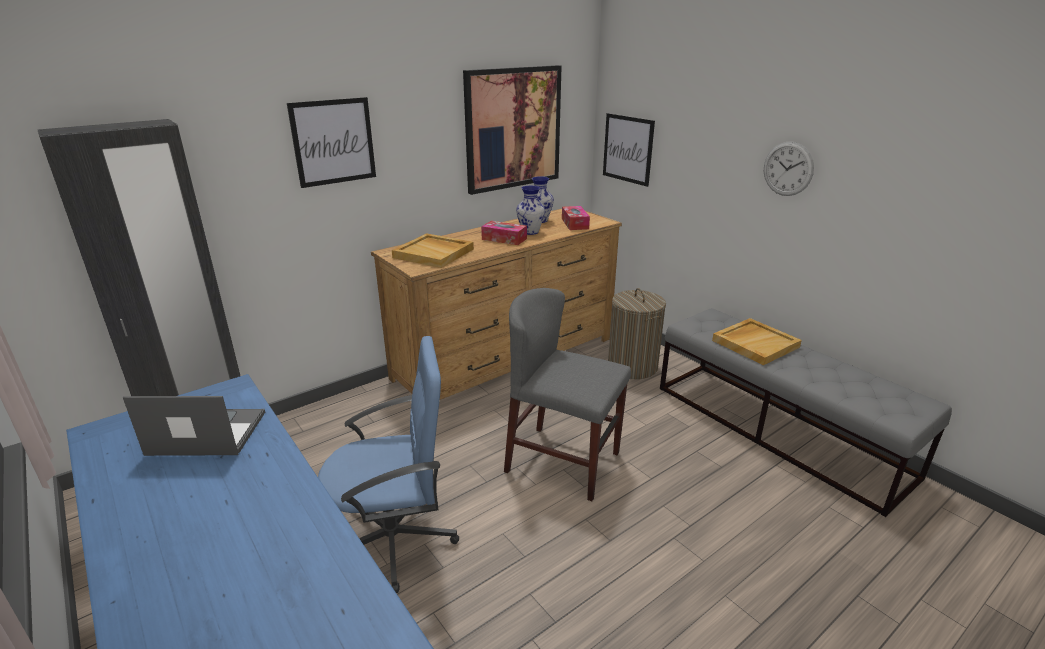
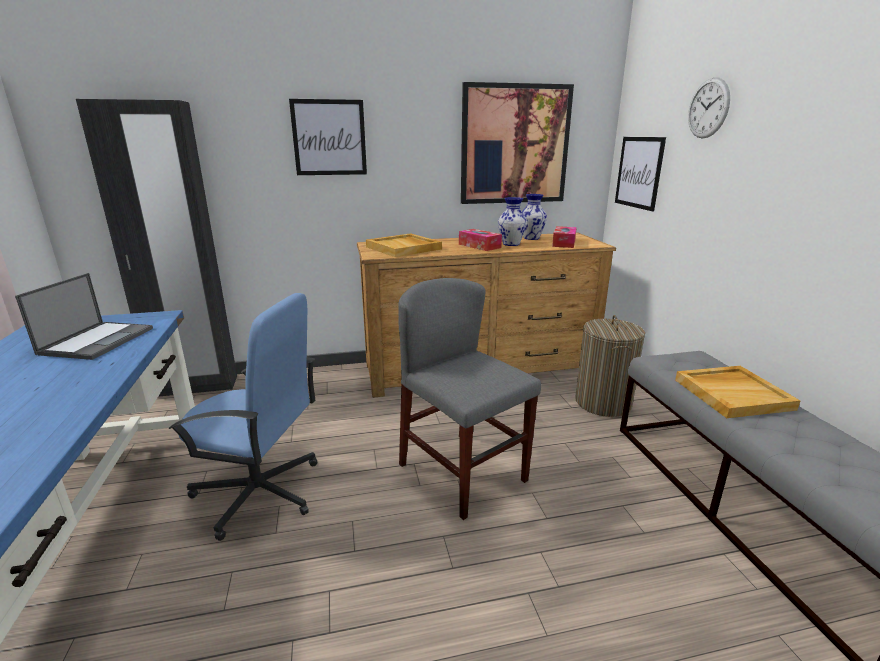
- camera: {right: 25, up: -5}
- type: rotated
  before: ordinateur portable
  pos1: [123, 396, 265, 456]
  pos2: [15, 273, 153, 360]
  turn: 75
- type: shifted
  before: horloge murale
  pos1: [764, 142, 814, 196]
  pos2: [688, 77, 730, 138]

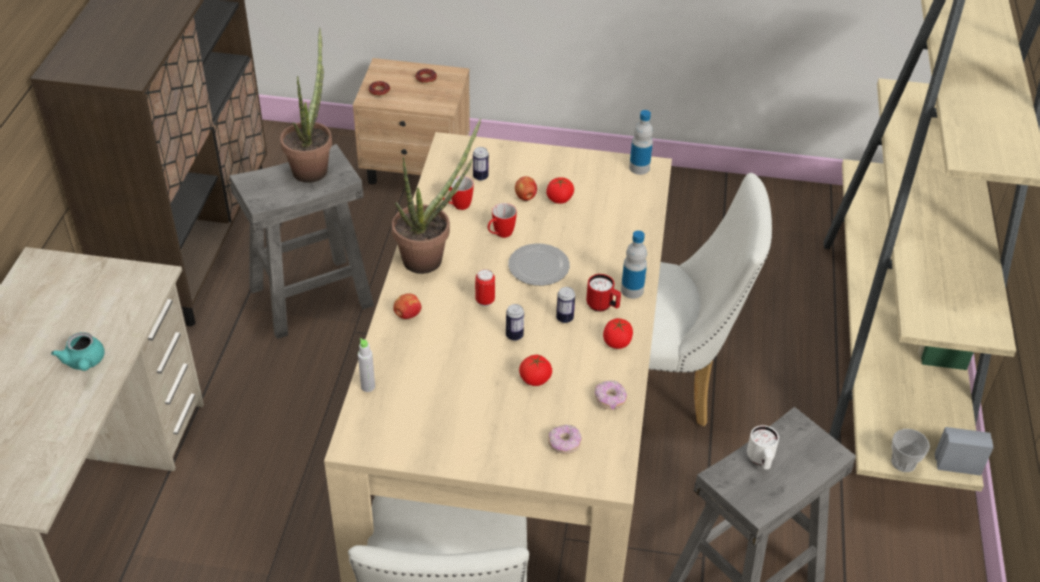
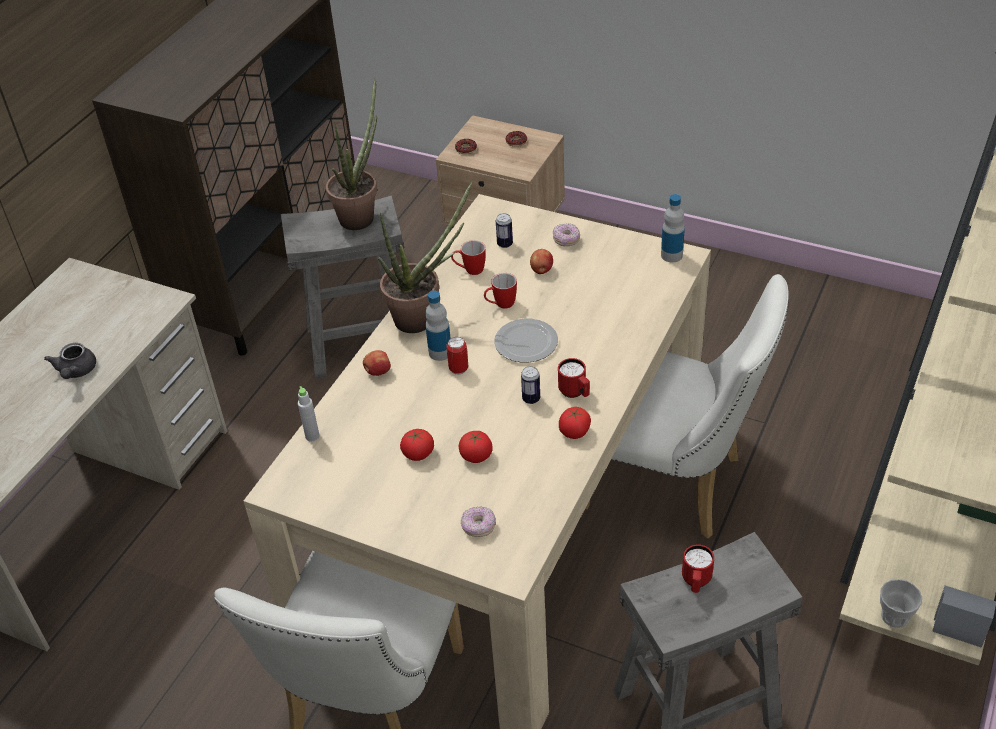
- camera: {right: 20, up: 0}
- type: repainted
  before: théière (turquoise)
  after: théière (gris)
  pos1: [51, 332, 105, 371]
  pos2: [44, 343, 96, 379]
- type: gone
  before: boîte métallique
  pos1: [506, 304, 524, 341]
- type: shifted
  before: tomate
  pos1: [546, 177, 574, 204]
  pos2: [400, 429, 434, 461]
- type: shifted
  before: beignet
  pos1: [595, 380, 627, 410]
  pos2: [553, 223, 580, 246]
- type: shifted
  before: bouteille
  pos1: [621, 231, 647, 299]
  pos2: [425, 291, 451, 361]
- type: repainted
  before: mug (blanc)
  after: mug (rouge)
  pos1: [747, 425, 779, 470]
  pos2: [682, 544, 714, 593]

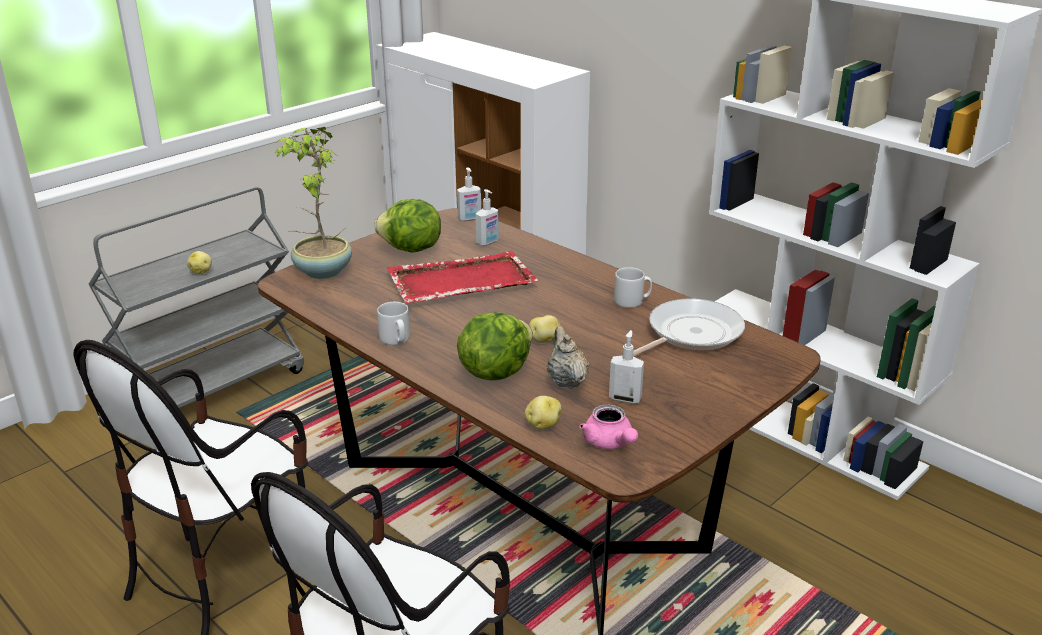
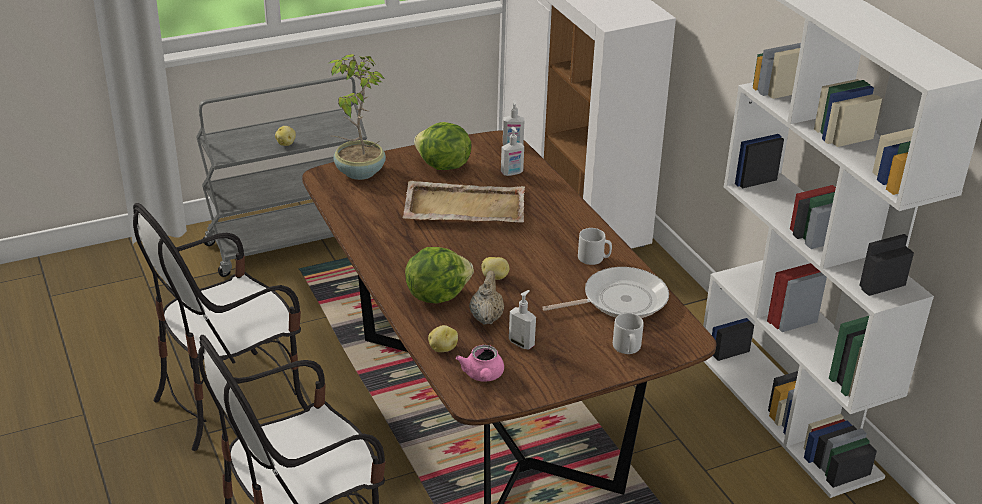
- camera: {right: 20, up: 5}
- type: shifted
  before: mug (gris)
  pos1: [377, 302, 410, 345]
  pos2: [613, 313, 644, 354]
- type: repainted
  before: plateau (rouge)
  after: plateau (beige)
  pos1: [387, 251, 538, 303]
  pos2: [402, 181, 525, 223]

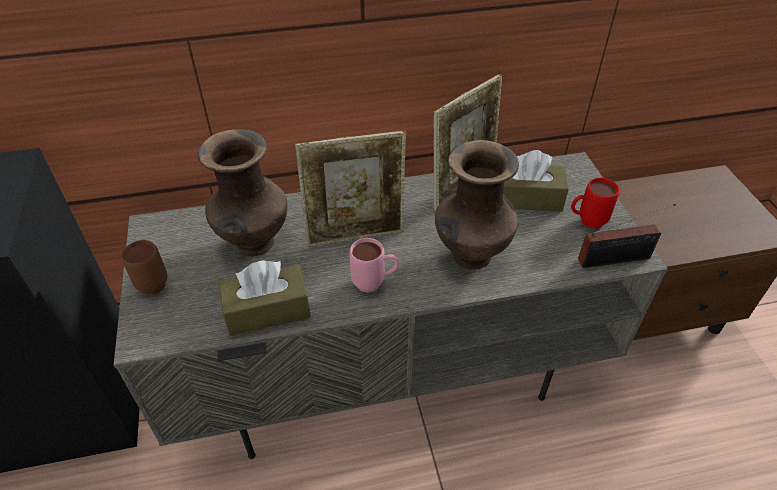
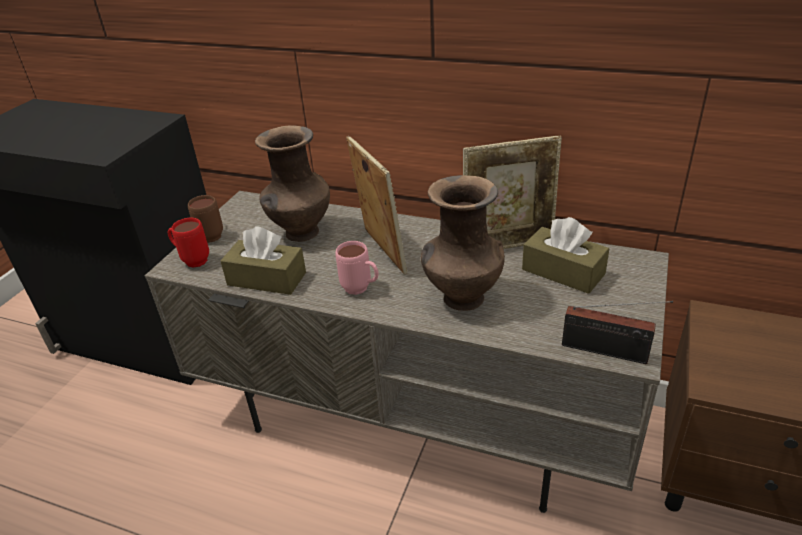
- camera: {right: 35, up: -10}
- type: rotated
  before: cadre photo
  pos1: [295, 131, 406, 247]
  pos2: [346, 136, 408, 274]
  turn: -135
- type: shifted
  before: mug (rouge)
  pos1: [571, 178, 619, 229]
  pos2: [168, 218, 209, 268]

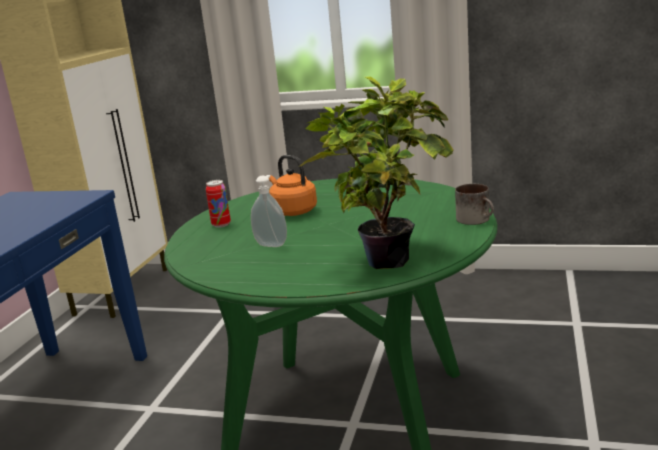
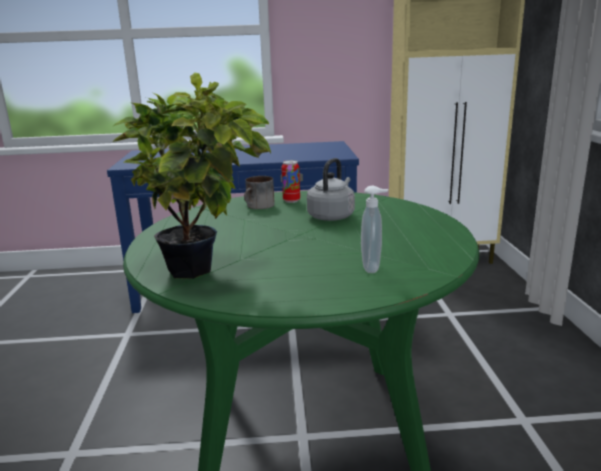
- camera: {right: 70, up: 0}
- type: shifted
  before: distributeur de savon
  pos1: [251, 175, 287, 247]
  pos2: [361, 186, 388, 273]
- type: repainted
  before: bouilloire (orange)
  after: bouilloire (gris)
  pos1: [269, 155, 317, 216]
  pos2: [307, 158, 355, 221]
- type: shifted
  before: mug
  pos1: [455, 184, 494, 225]
  pos2: [244, 176, 275, 209]

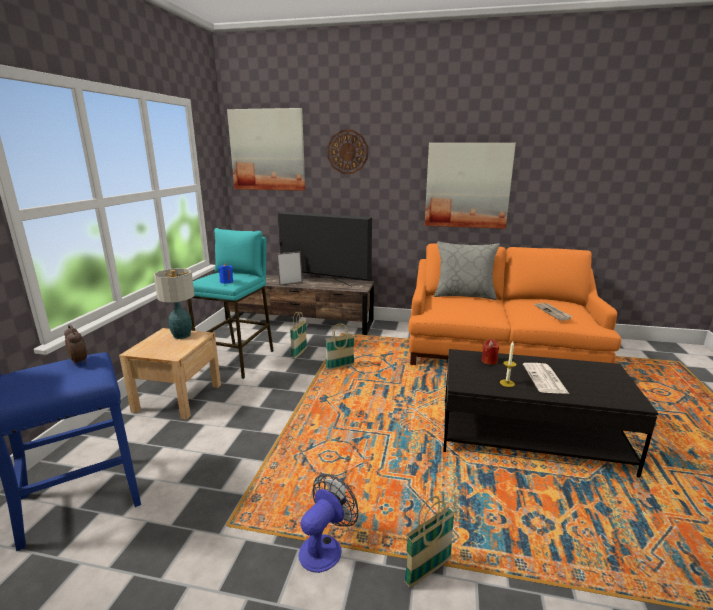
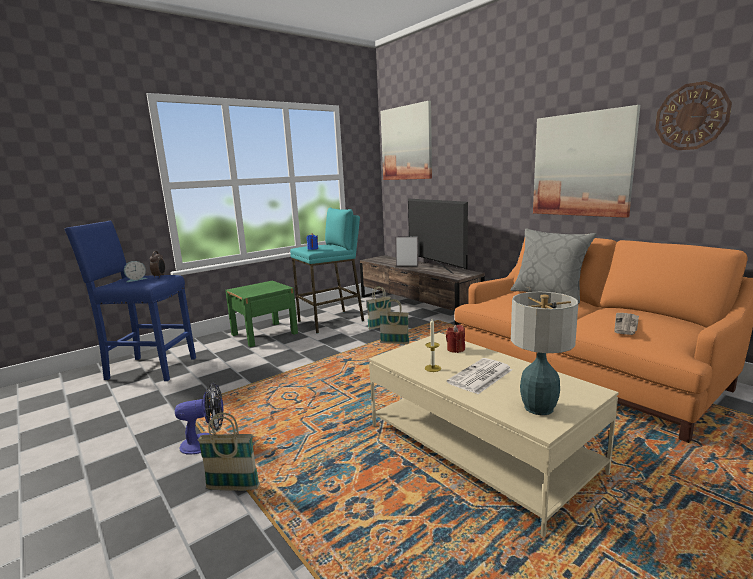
- camera: {right: 40, up: -5}
- type: repainted
  before: table de chevet (beige)
  after: table de chevet (vert)
  pos1: [119, 328, 221, 420]
  pos2: [225, 281, 298, 347]
- type: shifted
  before: lampe de table
  pos1: [154, 268, 195, 339]
  pos2: [511, 292, 578, 415]
- type: shifted
  before: horloge murale
  pos1: [327, 130, 368, 174]
  pos2: [655, 81, 732, 150]
- type: repainted
  before: table basse (noir)
  after: table basse (beige)
  pos1: [443, 349, 658, 478]
  pos2: [369, 333, 619, 537]
- type: new
  after: réveil
  pos2: [124, 261, 147, 282]

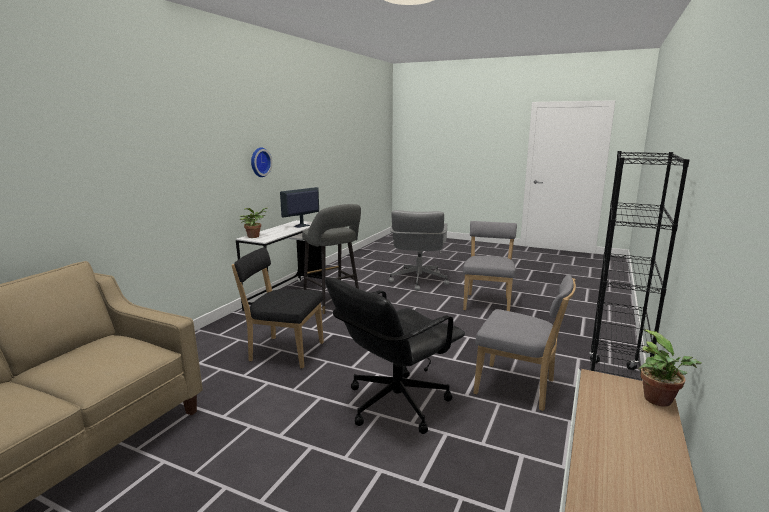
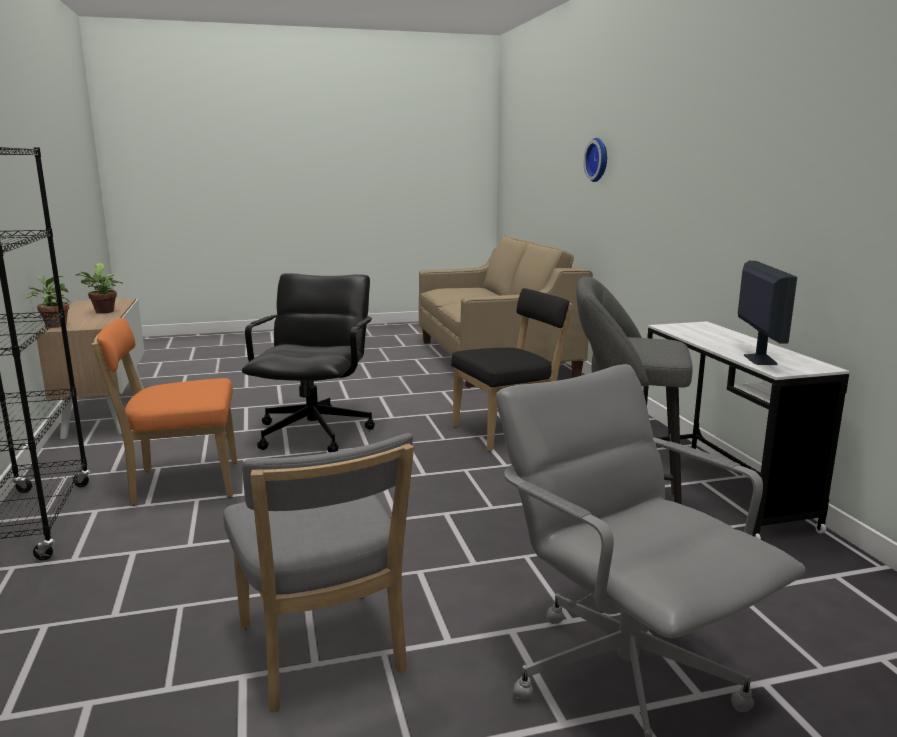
- camera: {right: 140, up: 0}
- type: shifted
  before: plante en pot
  pos1: [240, 208, 267, 238]
  pos2: [76, 263, 123, 314]
- type: shifted
  before: horloge murale
  pos1: [251, 147, 272, 177]
  pos2: [584, 138, 607, 182]
- type: repainted
  before: chaise (gris)
  after: chaise (orange)
  pos1: [474, 274, 576, 411]
  pos2: [91, 318, 237, 506]

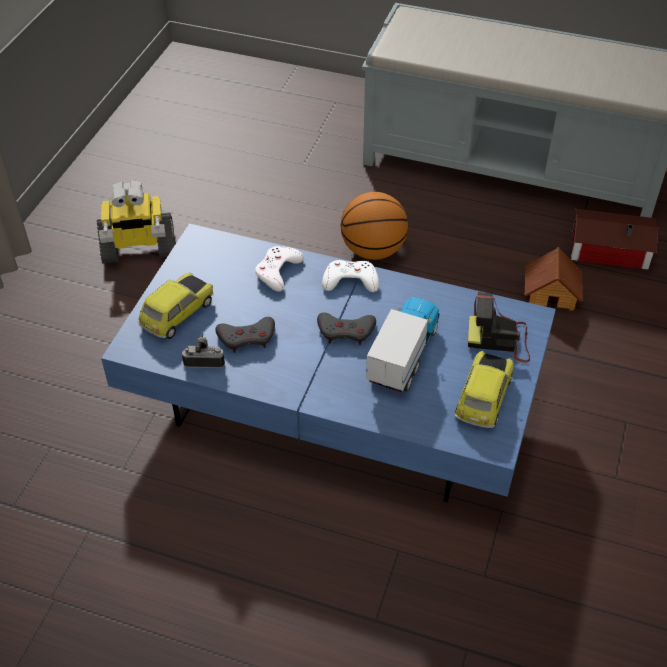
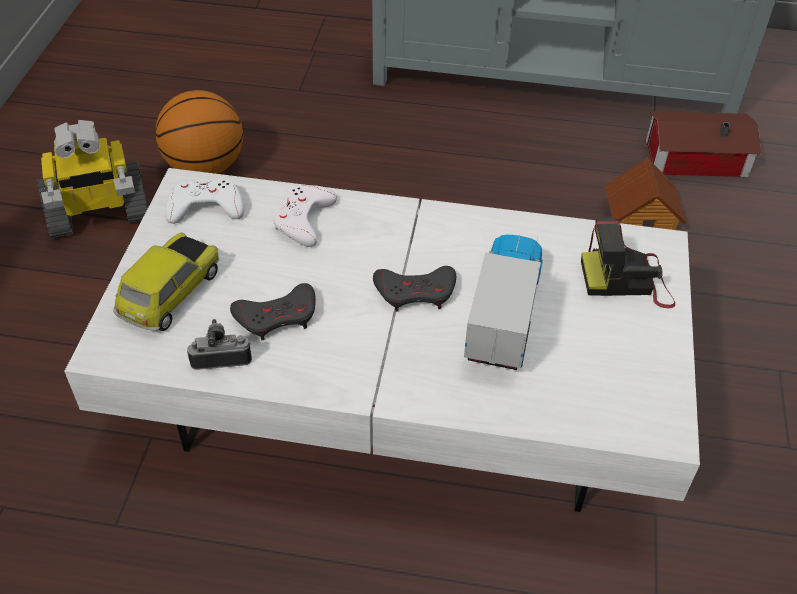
- camera: {right: -10, up: 0}
- type: repainted
  before: table basse (bleu)
  after: table basse (blanc)
  pos1: [101, 223, 556, 502]
  pos2: [64, 168, 700, 512]
- type: shifted
  before: manette (blanc)
  pos1: [322, 260, 379, 292]
  pos2: [165, 179, 245, 224]
- type: shifted
  before: ballon de basket
  pos1: [341, 192, 408, 260]
  pos2: [155, 90, 243, 174]
- type: gone
  before: petite voiture
  pos1: [454, 351, 514, 428]

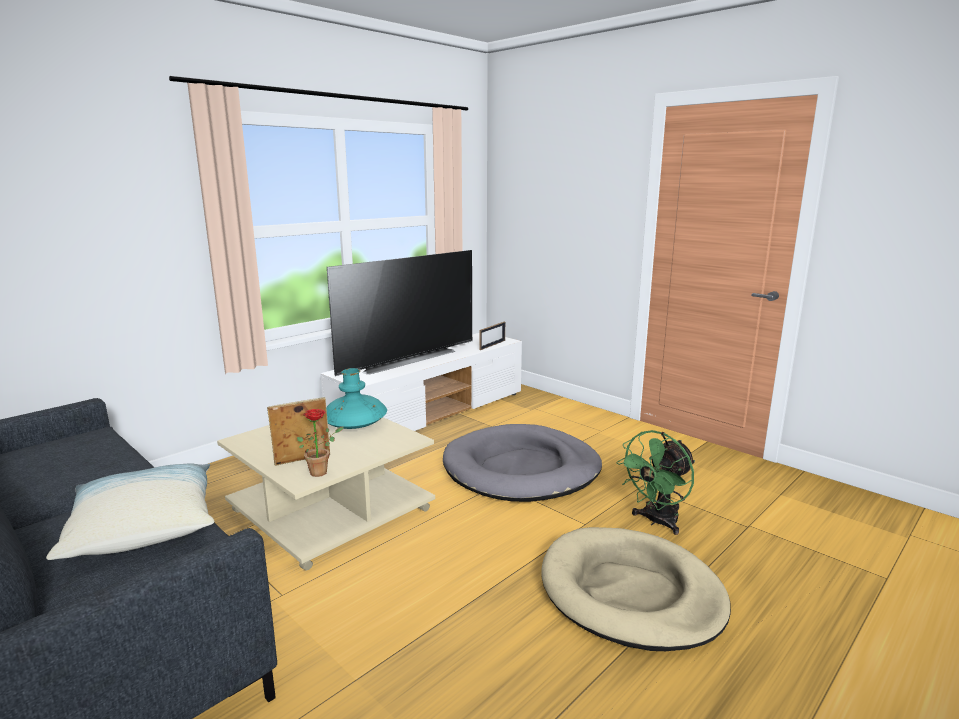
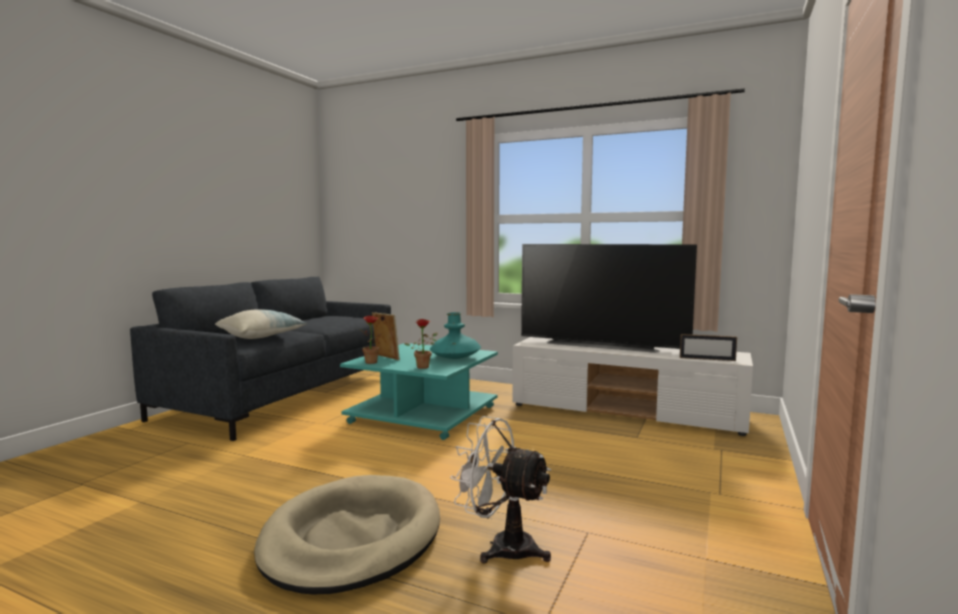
- camera: {right: 70, up: -10}
- type: repainted
  before: table basse (beige)
  after: table basse (turquoise)
  pos1: [217, 417, 435, 571]
  pos2: [340, 343, 498, 440]
- type: gone
  before: panier pour chien (gris)
  pos1: [443, 424, 602, 502]
- type: repainted
  before: ventilateur (vert)
  after: ventilateur (blanc)
  pos1: [617, 430, 695, 535]
  pos2: [450, 416, 551, 564]
- type: new
  after: plante en pot
  pos2: [404, 319, 438, 369]

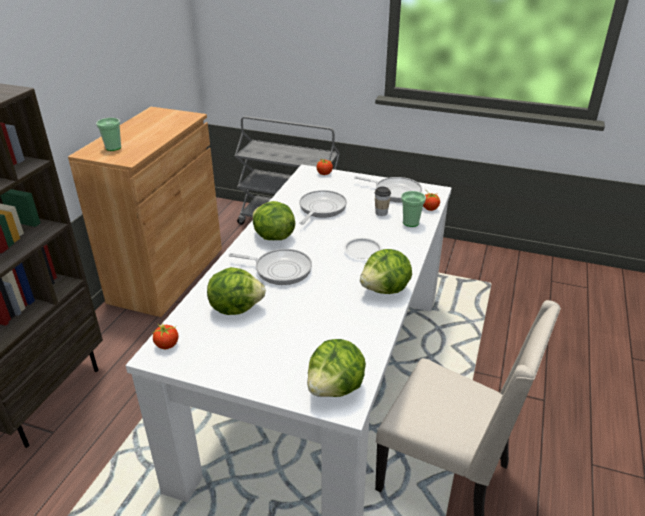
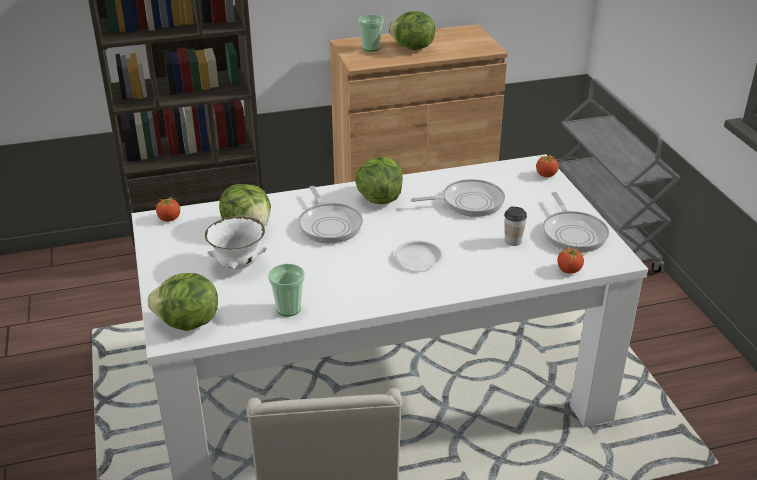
- camera: {right: 55, up: 0}
- type: shifted
  before: laitue
  pos1: [360, 249, 412, 294]
  pos2: [389, 11, 435, 50]
- type: shifted
  before: tasse
  pos1: [401, 191, 426, 227]
  pos2: [268, 264, 305, 316]
- type: new
  after: bol (blanc)
  pos2: [205, 216, 267, 270]

